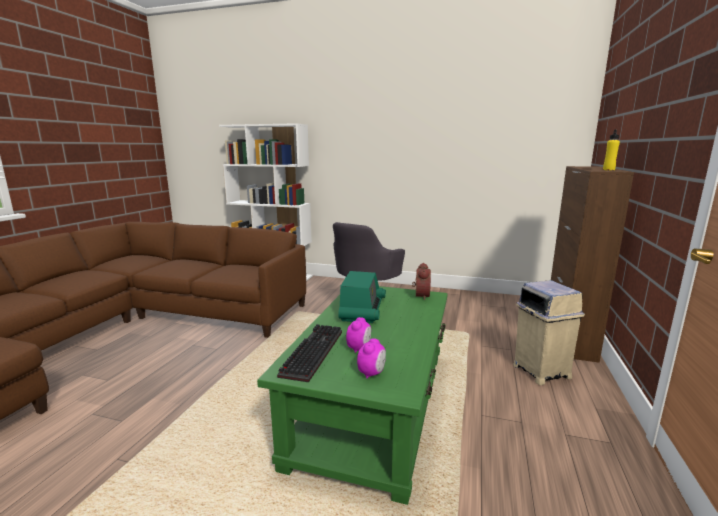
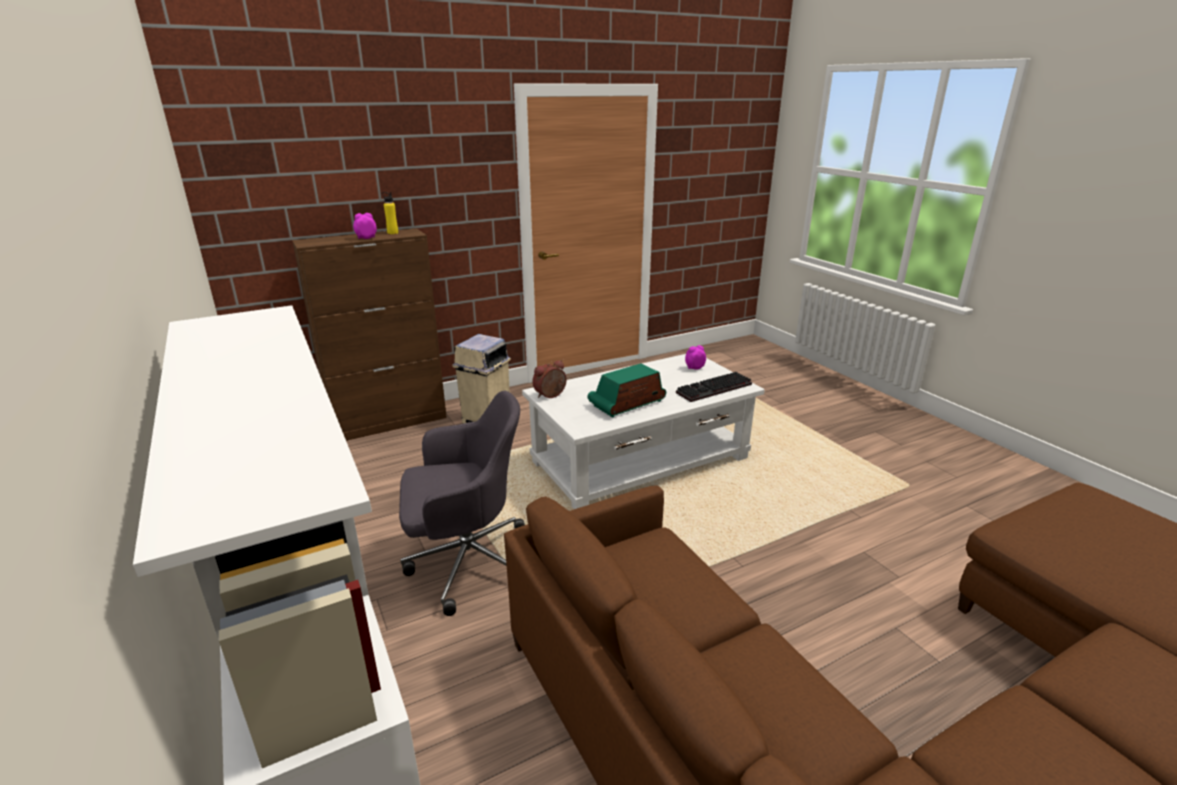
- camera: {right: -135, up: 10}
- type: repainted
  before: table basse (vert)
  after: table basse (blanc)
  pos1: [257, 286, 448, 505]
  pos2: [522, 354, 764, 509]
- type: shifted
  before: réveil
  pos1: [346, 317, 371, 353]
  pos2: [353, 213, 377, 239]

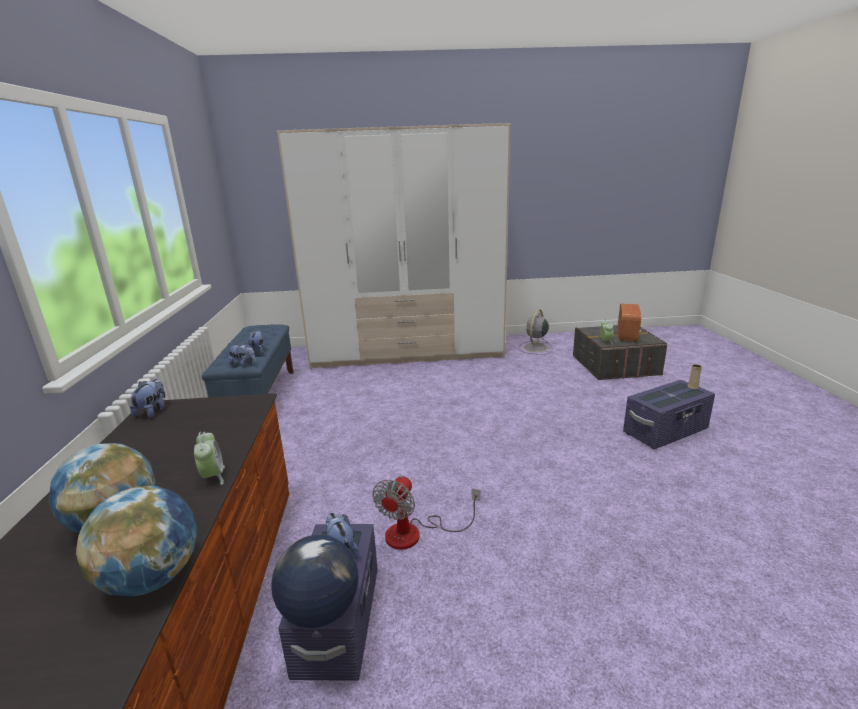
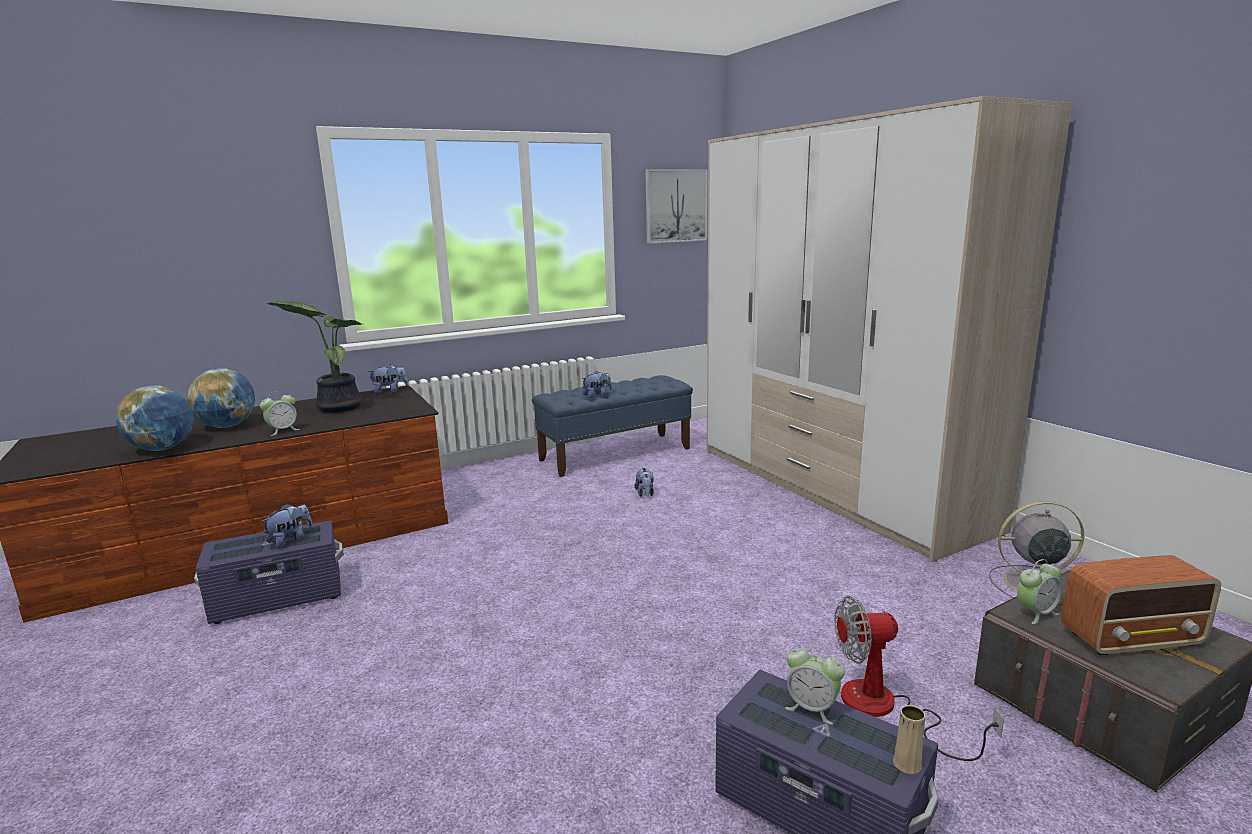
- camera: {right: 65, up: -5}
- type: shifted
  before: peluche
  pos1: [228, 343, 256, 367]
  pos2: [634, 467, 654, 497]
- type: gone
  before: globe
  pos1: [271, 535, 358, 628]
- type: shifted
  before: ventilateur
  pos1: [372, 475, 480, 550]
  pos2: [835, 596, 1004, 761]
- type: new
  after: plante en pot
  pos2: [267, 301, 362, 413]
- type: new
  after: tableau
  pos2: [645, 169, 708, 244]
- type: new
  after: réveil
  pos2: [785, 645, 845, 725]

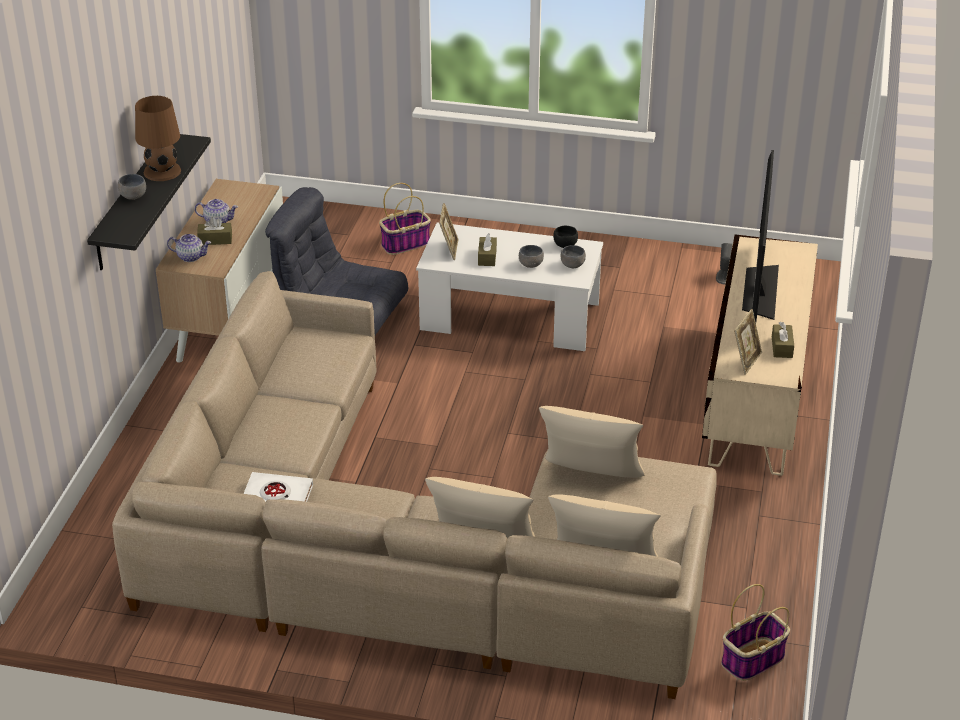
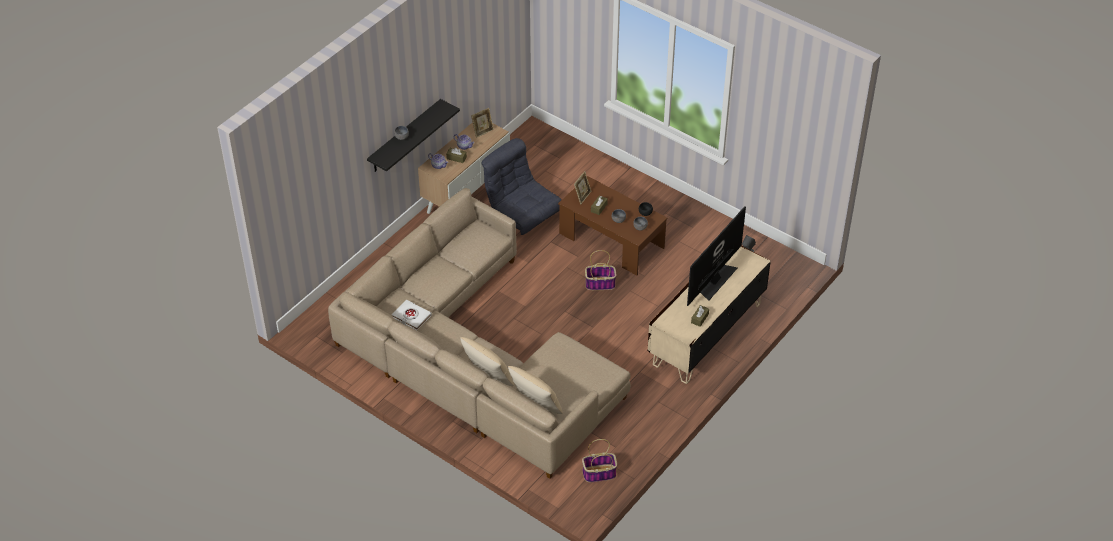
- camera: {right: 25, up: 10}
- type: gone
  before: lampe de table (marron)
  pos1: [135, 96, 181, 181]
- type: shifted
  before: panier
  pos1: [379, 183, 431, 255]
  pos2: [585, 250, 616, 290]
- type: repainted
  before: table basse (blanc)
  after: table basse (marron)
  pos1: [416, 222, 603, 351]
  pos2: [558, 176, 667, 275]
- type: gone
  before: coussin (beige)
  pos1: [539, 406, 645, 478]
- type: shifted
  before: cadre photo
  pos1: [734, 309, 762, 374]
  pos2: [471, 108, 494, 138]

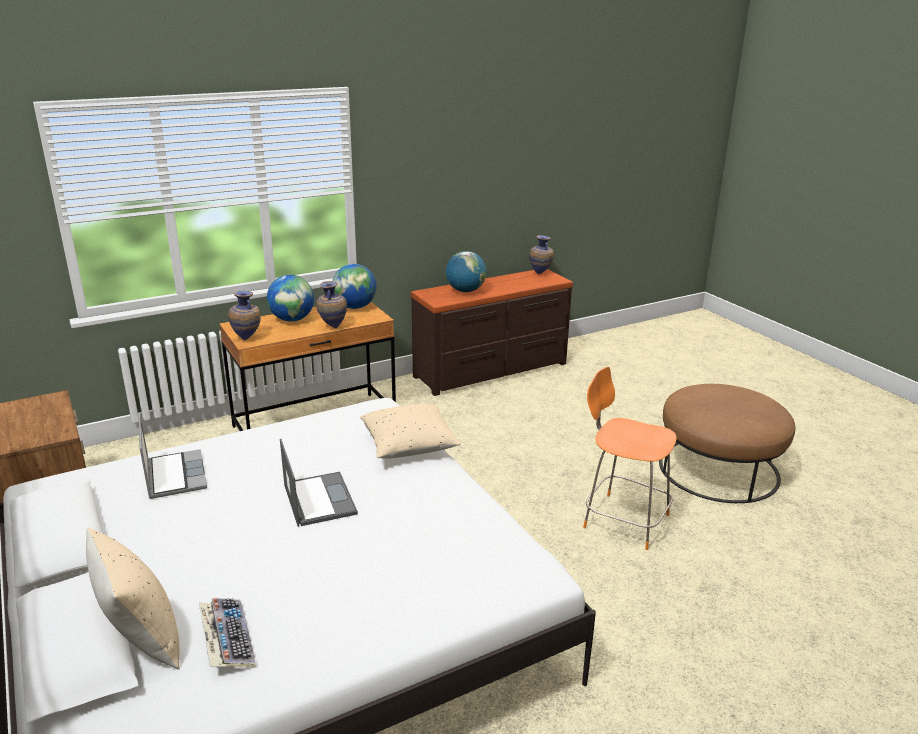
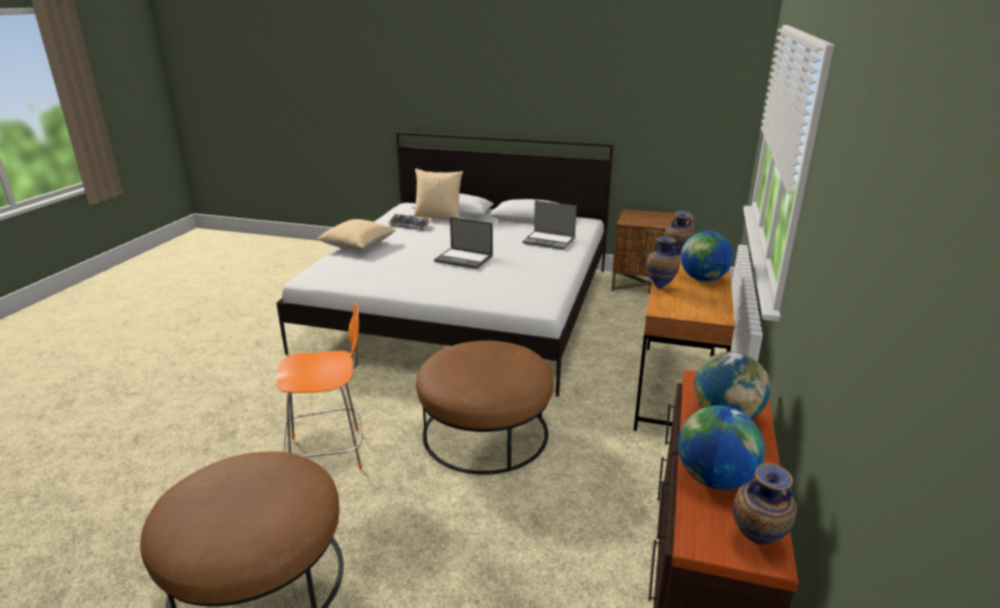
- camera: {right: 135, up: 0}
- type: shifted
  before: globe
  pos1: [332, 264, 377, 309]
  pos2: [678, 405, 765, 490]
- type: shifted
  before: coussin (beige)
  pos1: [360, 404, 461, 459]
  pos2: [317, 219, 396, 250]
- type: new
  after: pouf (marron)
  pos2: [416, 340, 554, 475]

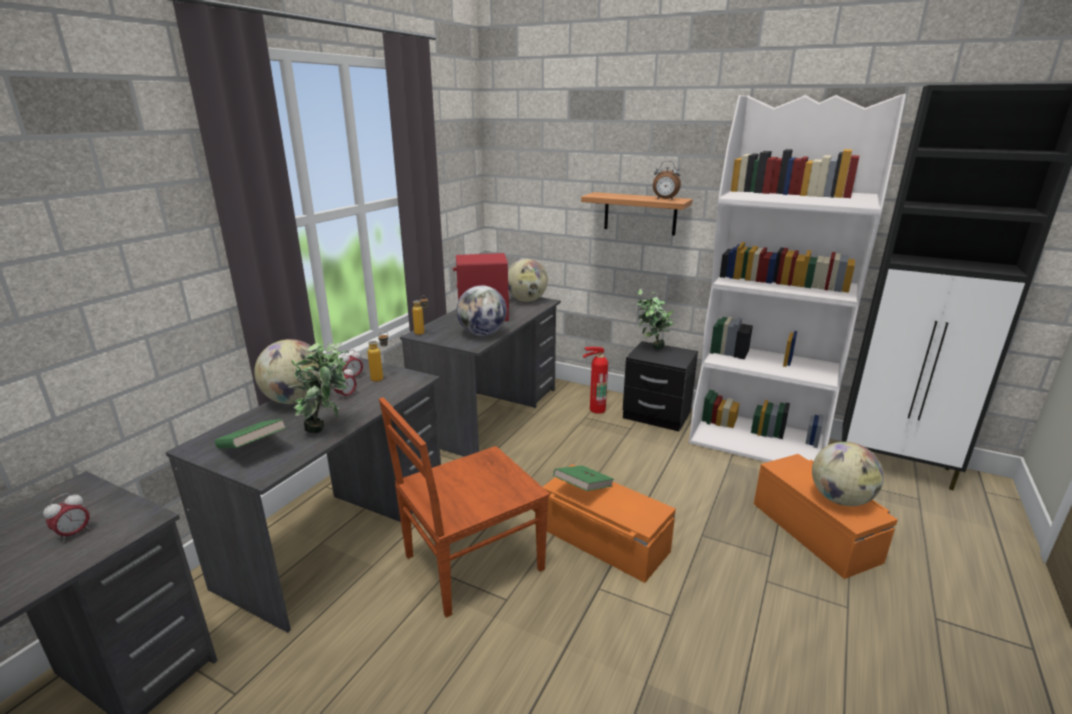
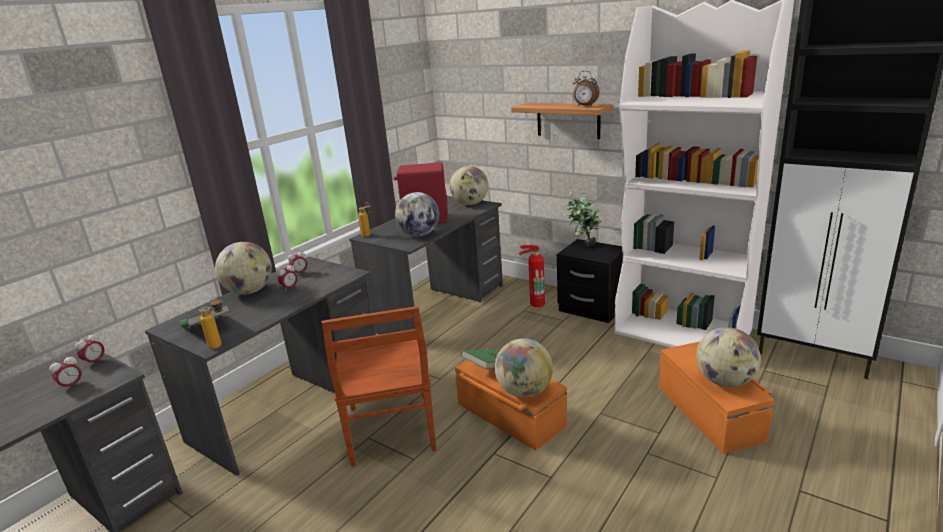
- camera: {right: 10, up: 0}
- type: gone
  before: plante en pot
  pos1: [288, 342, 349, 433]
- type: shifted
  before: bouteille
  pos1: [367, 331, 388, 382]
  pos2: [199, 297, 222, 349]
- type: rotated
  before: chaise (marron)
  pos1: [379, 397, 550, 618]
  pos2: [321, 306, 437, 467]
  turn: -75
- type: new
  after: réveil
  pos2: [75, 333, 105, 367]
- type: new
  after: globe
  pos2: [495, 339, 553, 398]

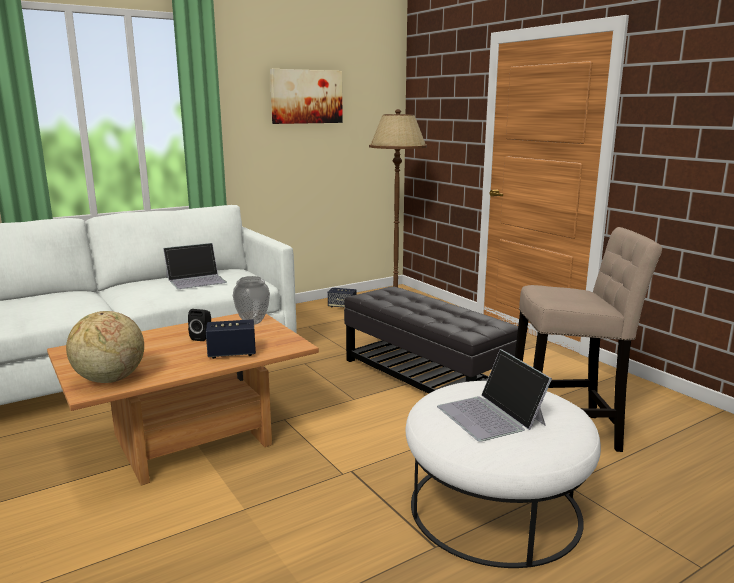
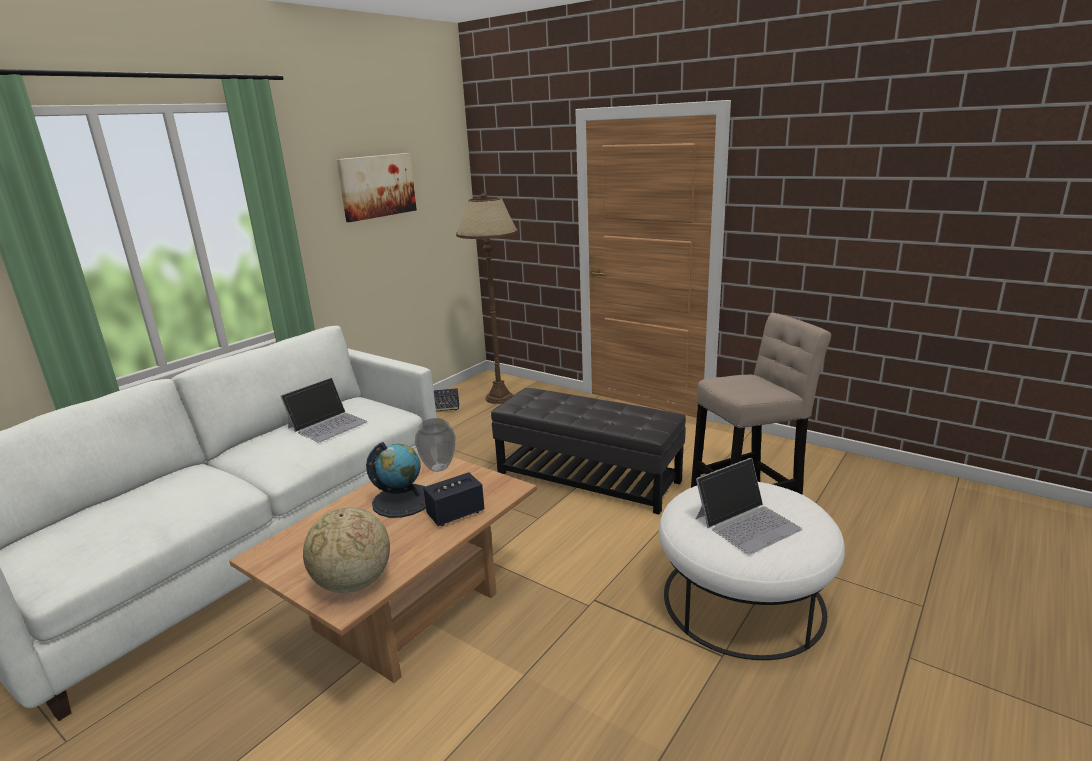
- camera: {right: -20, up: 5}
- type: swapped
  before: enceinte (noir)
  after: globe
  pos1: [188, 309, 211, 341]
  pos2: [366, 442, 426, 518]
- type: rotated
  before: ordinateur portable
  pos1: [437, 349, 552, 442]
  pos2: [696, 458, 802, 555]
  turn: -75

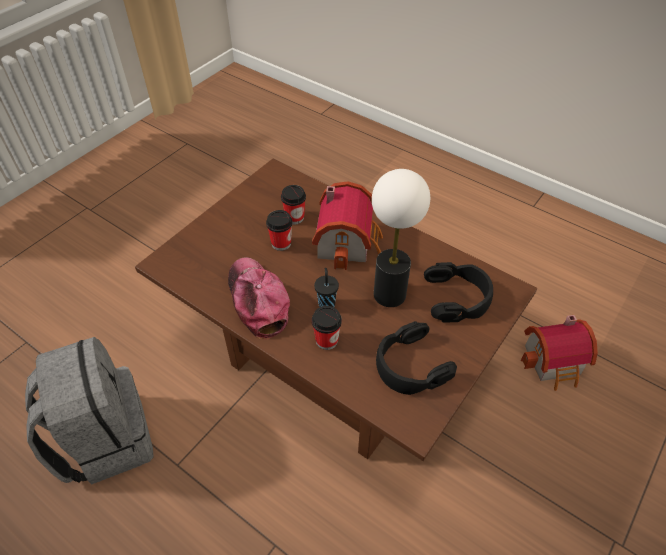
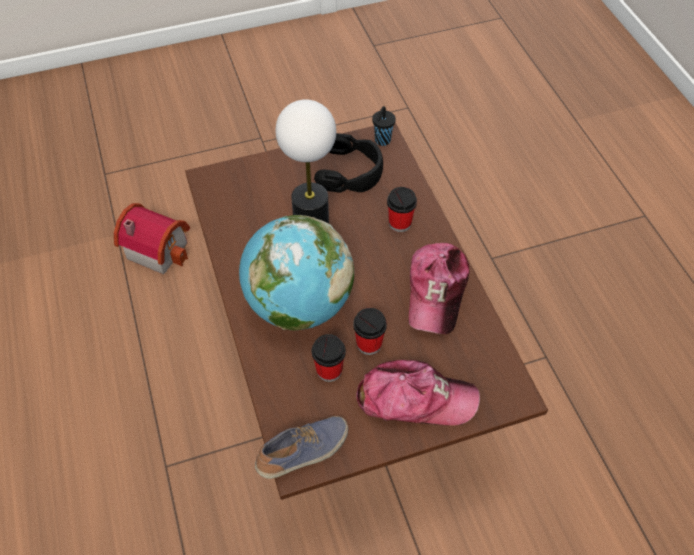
- camera: {right: -145, up: 5}
- type: gone
  before: sac à dos (gris)
  pos1: [25, 337, 154, 484]
- type: swapped
  before: maison miniature
  after: globe
  pos1: [312, 181, 383, 270]
  pos2: [239, 215, 354, 331]
- type: shifted
  before: tasse (noir)
  pos1: [314, 268, 339, 307]
  pos2: [372, 106, 396, 146]
- type: gone
  before: casque audio (noir)
  pos1: [424, 262, 493, 323]
- type: new
  after: chaussure
  pos2: [255, 416, 348, 479]
- type: new
  after: casquette
  pos2: [356, 360, 480, 426]

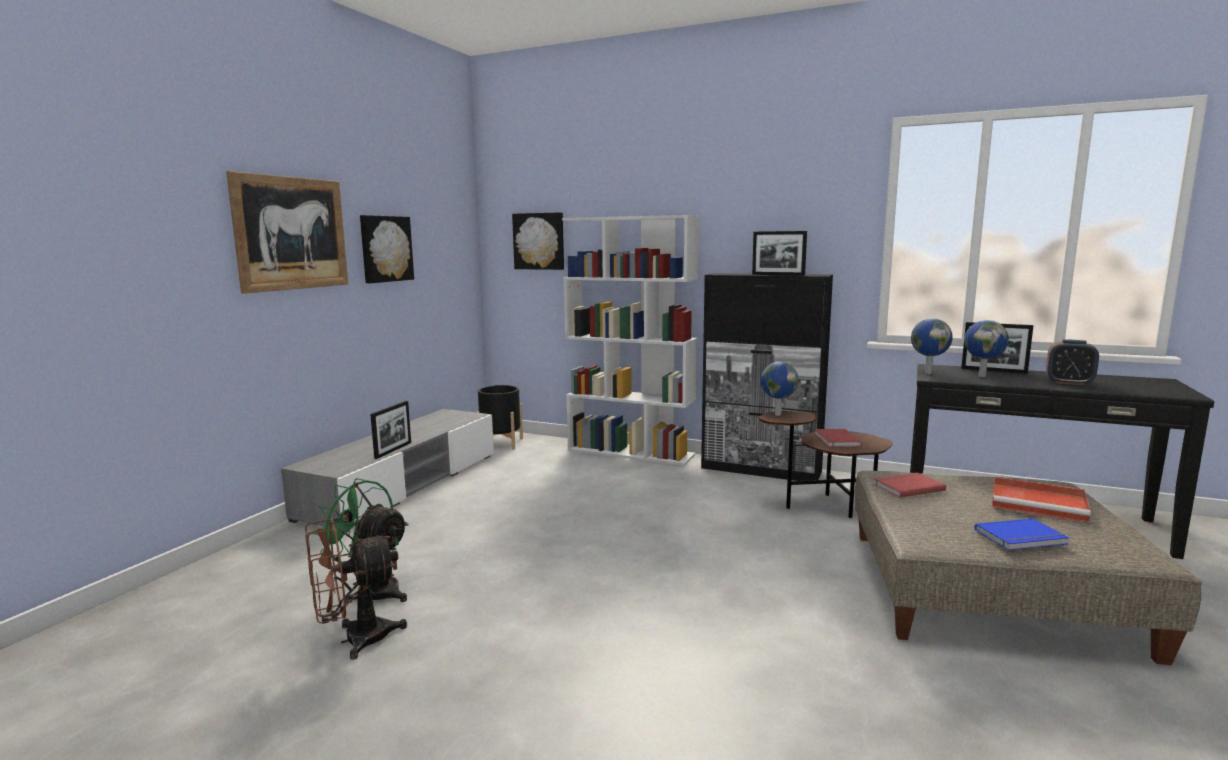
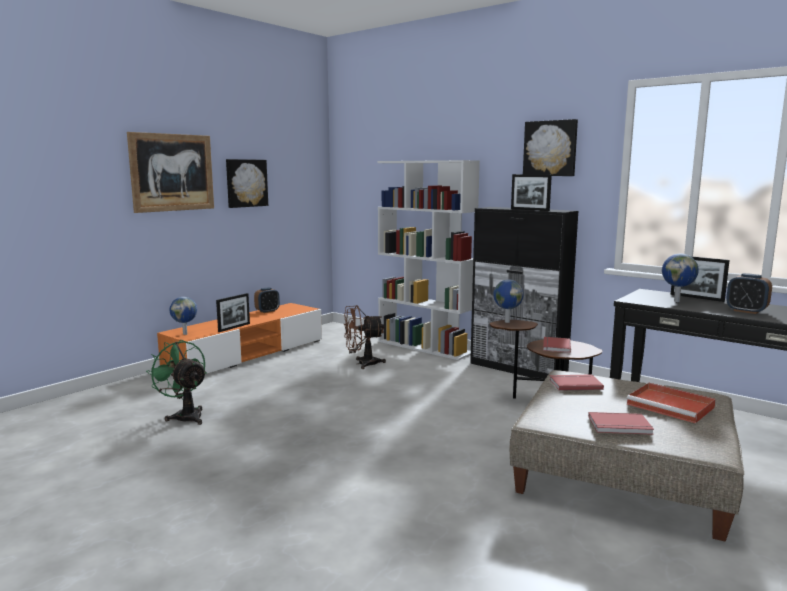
- camera: {right: 15, up: 0}
- type: repainted
  before: meuble télé (gris)
  after: meuble télé (orange)
  pos1: [281, 409, 494, 526]
  pos2: [157, 303, 322, 373]
- type: shifted
  before: ventilateur (marron)
  pos1: [305, 519, 407, 660]
  pos2: [344, 305, 386, 369]
- type: gone
  before: cache-pot (noir)
  pos1: [476, 385, 523, 449]
- type: shifted
  before: tableau
  pos1: [512, 212, 564, 270]
  pos2: [523, 119, 578, 176]
- type: shifted
  before: globe
  pos1: [911, 318, 953, 374]
  pos2: [170, 297, 197, 335]
- type: repainted
  before: livre (bleu)
  after: livre (rouge)
  pos1: [975, 518, 1070, 550]
  pos2: [588, 412, 654, 435]
- type: new
  after: réveil
  pos2: [254, 287, 280, 313]

